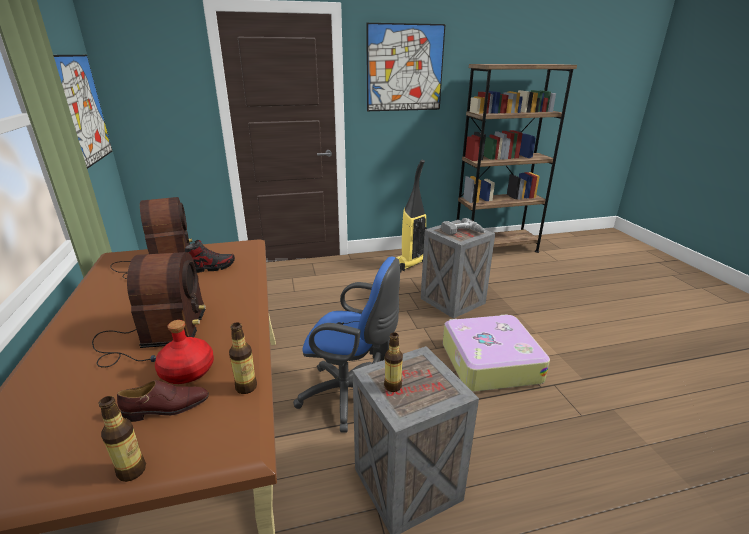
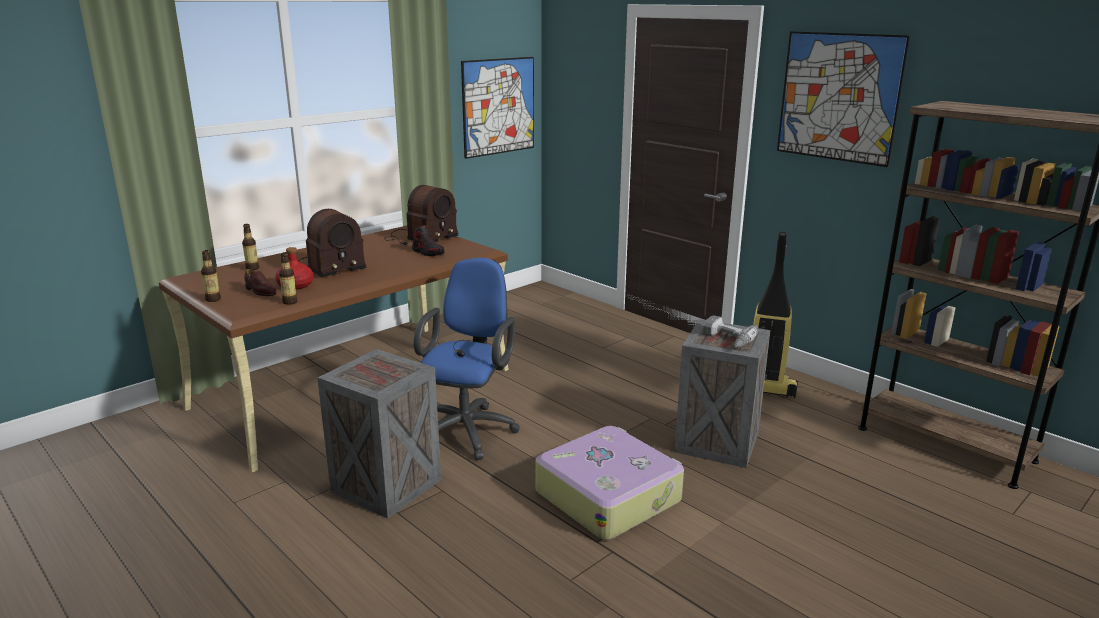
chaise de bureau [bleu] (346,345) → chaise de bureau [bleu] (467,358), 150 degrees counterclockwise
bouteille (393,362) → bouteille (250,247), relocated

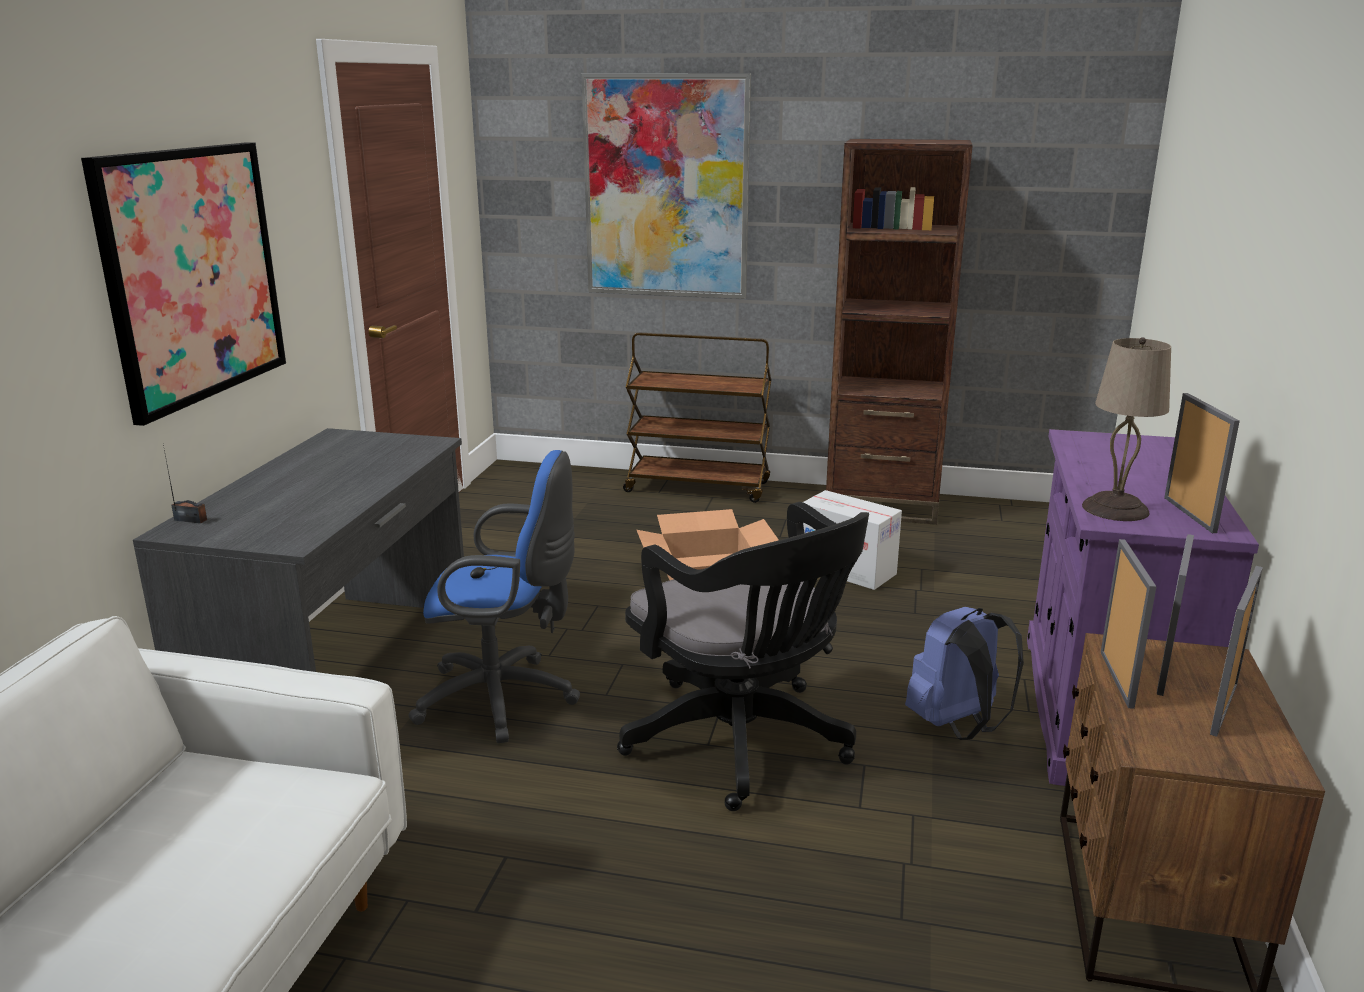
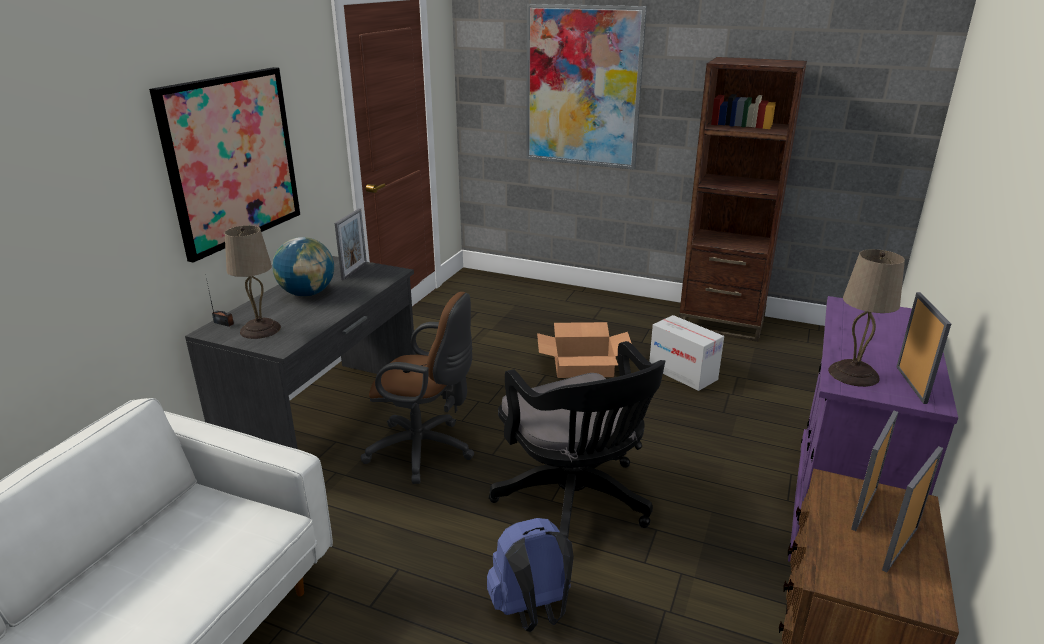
chaise de bureau [bleu] (494,596) → chaise de bureau [marron] (417,388)
chariot [marron] (697,418) → -
sac à dos [bleu] (964,673) → sac à dos [bleu] (530,575), relocated
cadre photo (1128,624) → cadre photo (351,244), relocated
- → lampe de table [beige] (253,282)
- → globe (303,266)

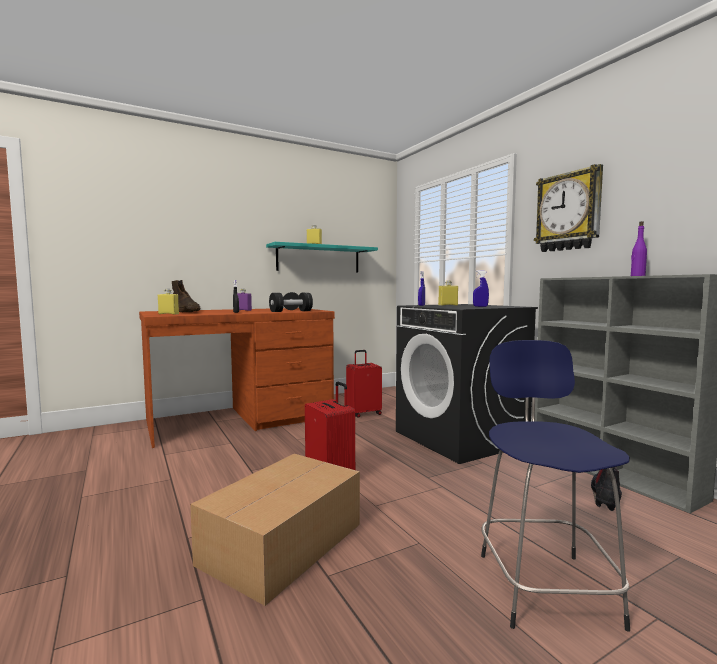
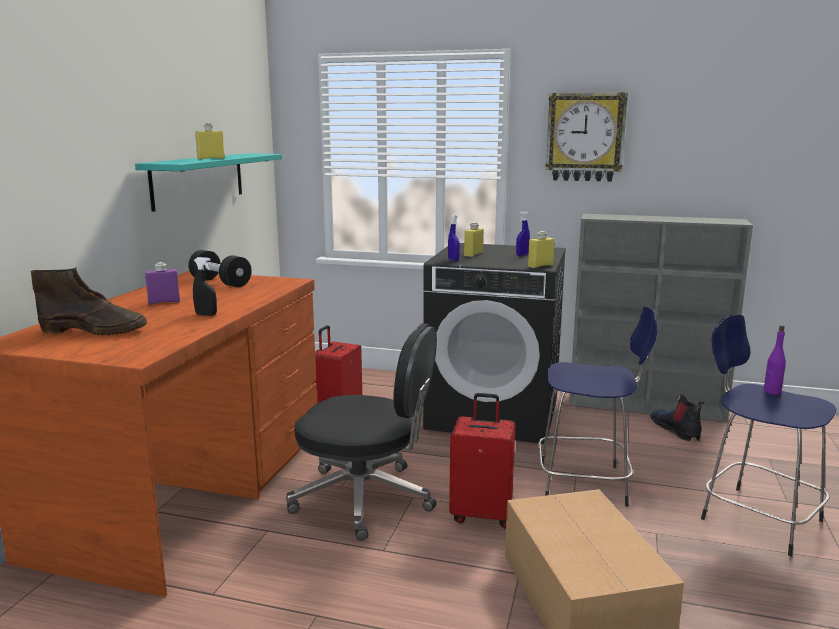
bouteille [jaune] (168,301) → bouteille [jaune] (541,249), relocated
haltère [noir] (291,302) → -
bouteille [violet] (639,248) → bouteille [violet] (774,360), relocated
- → chaise de bureau [noir] (361,432)
- → tabouret [bleu] (598,406)

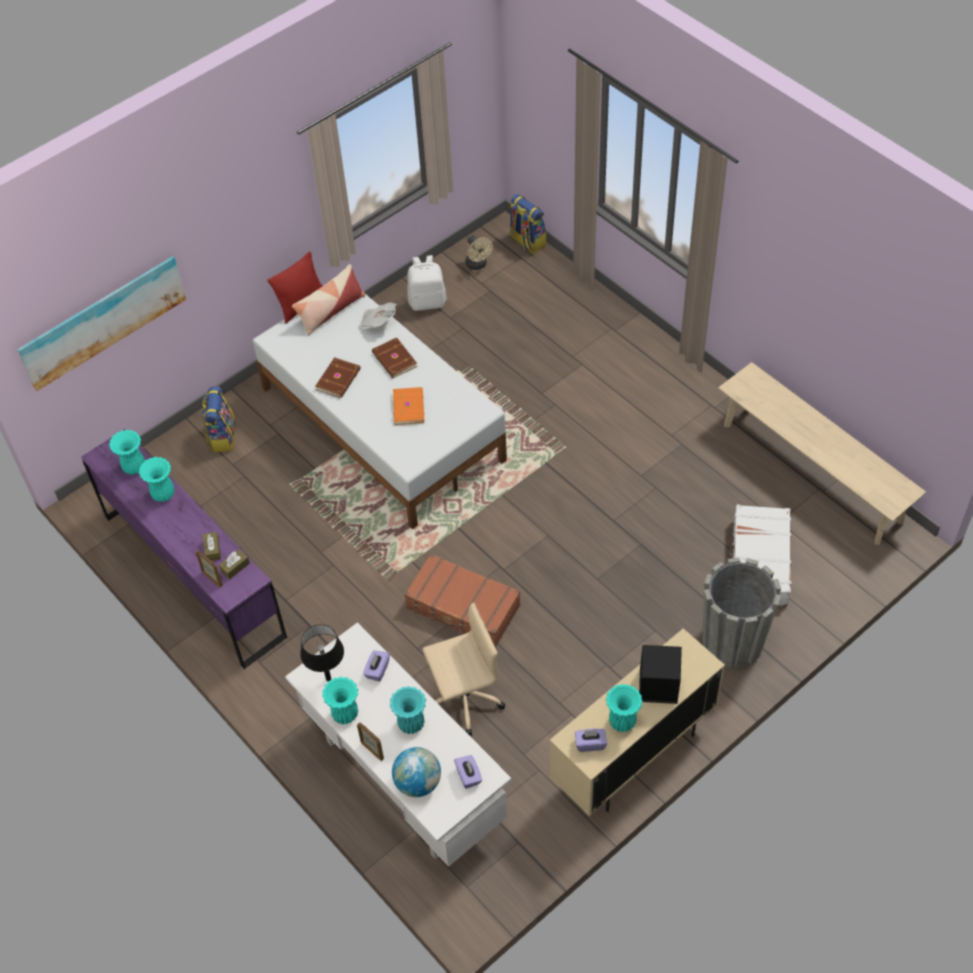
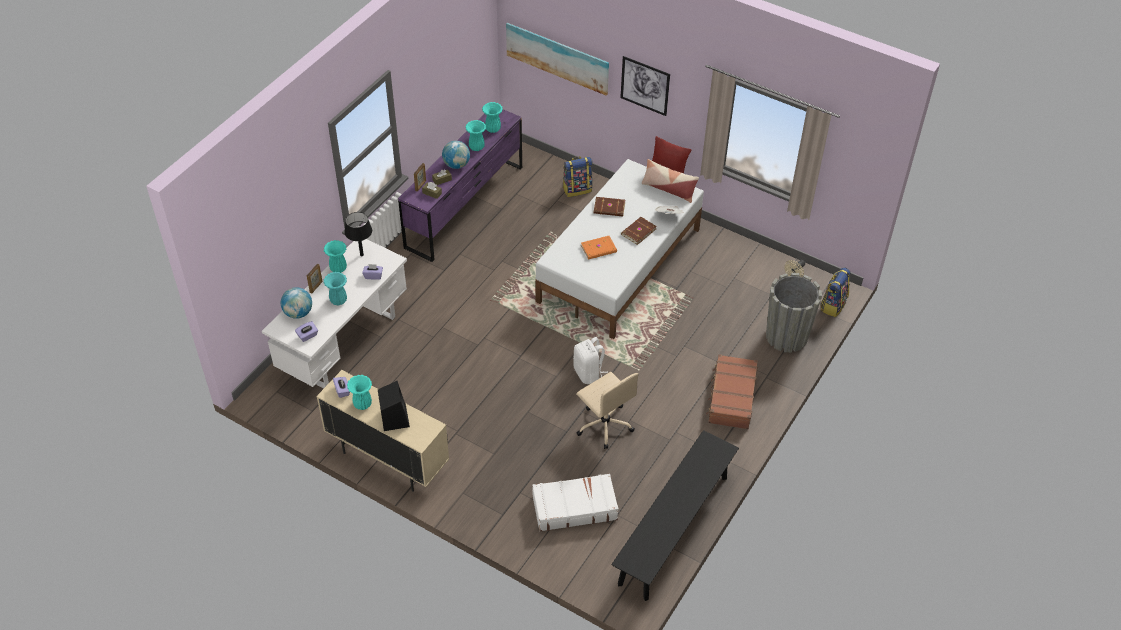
valise [marron] (462,600) → valise [marron] (732,391), relocated
sac à dos [blanc] (427,283) → sac à dos [blanc] (590,360), relocated
chaise de bureau [beige] (464,669) → chaise de bureau [beige] (607,410), relocated
cache-pot [gris] (741,612) → cache-pot [gris] (794,312), relocated
banc [beige] (822,453) → banc [noir] (675,515)
- → globe (456,155)
- → tableau (645,86)

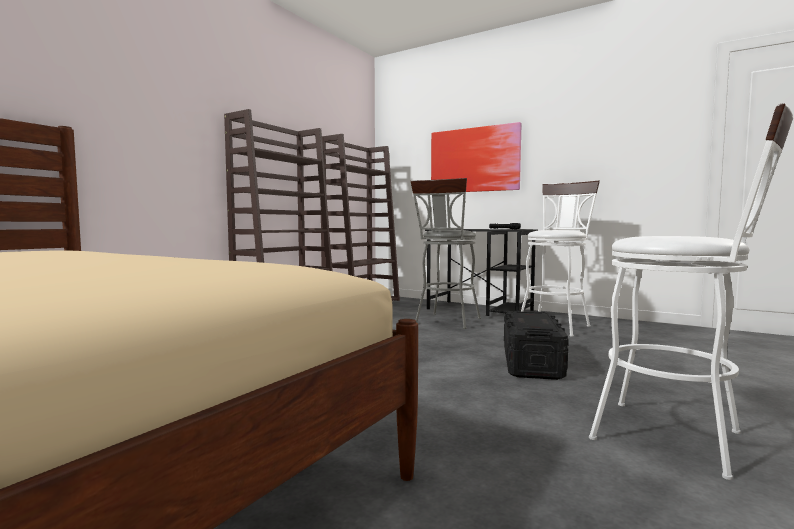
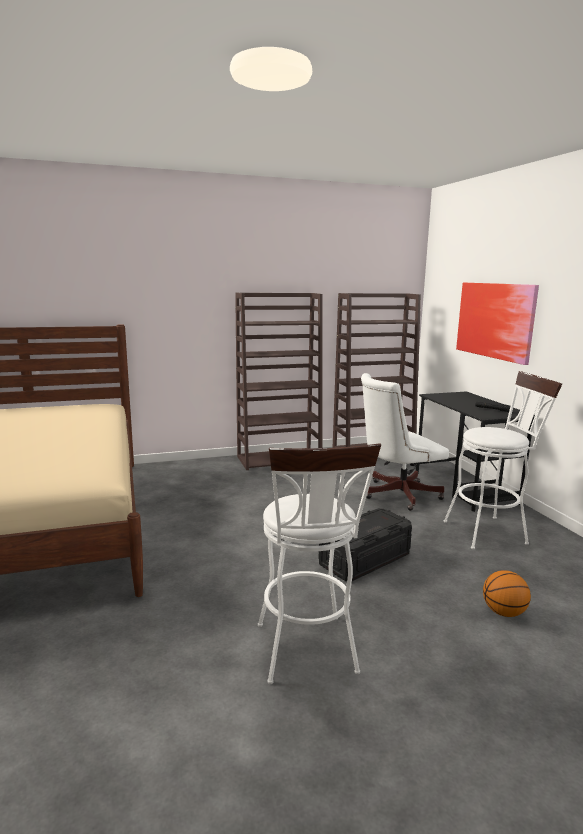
tabouret [gris] (446,253) → chaise de bureau [blanc] (405,442)
- → ballon de basket (507,593)

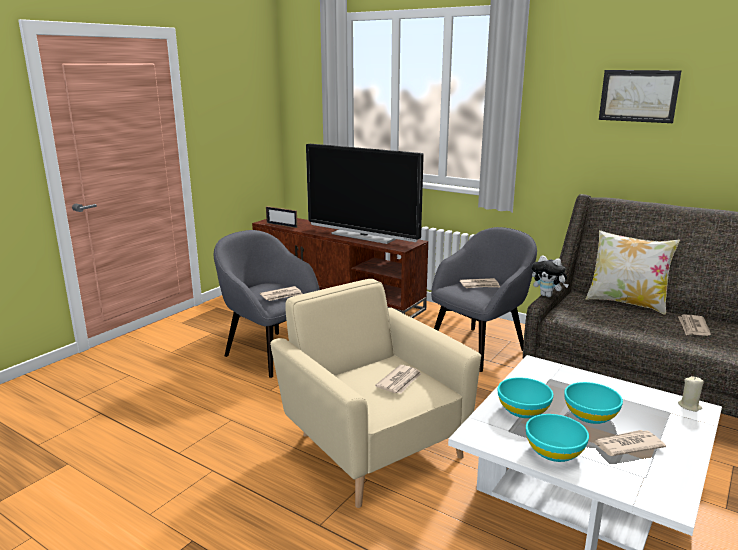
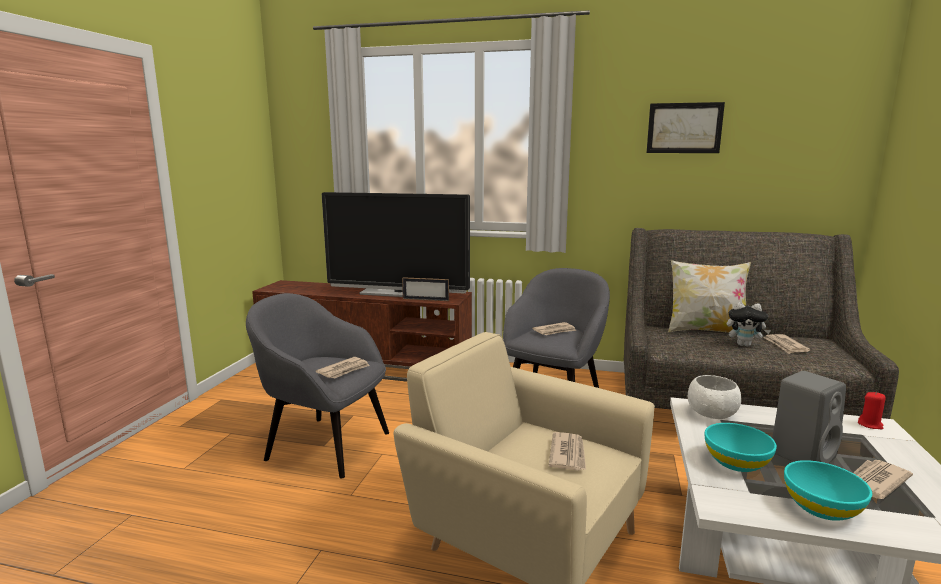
cadre photo (282,217) → cadre photo (425,289), relocated
peluche (550,276) → peluche (749,324), relocated
bol [turquoise] (593,403) → enceinte [gris] (809,417)
bougie [beige] (691,394) → bougie [rouge] (872,410)
- → bol [blanc] (715,397)

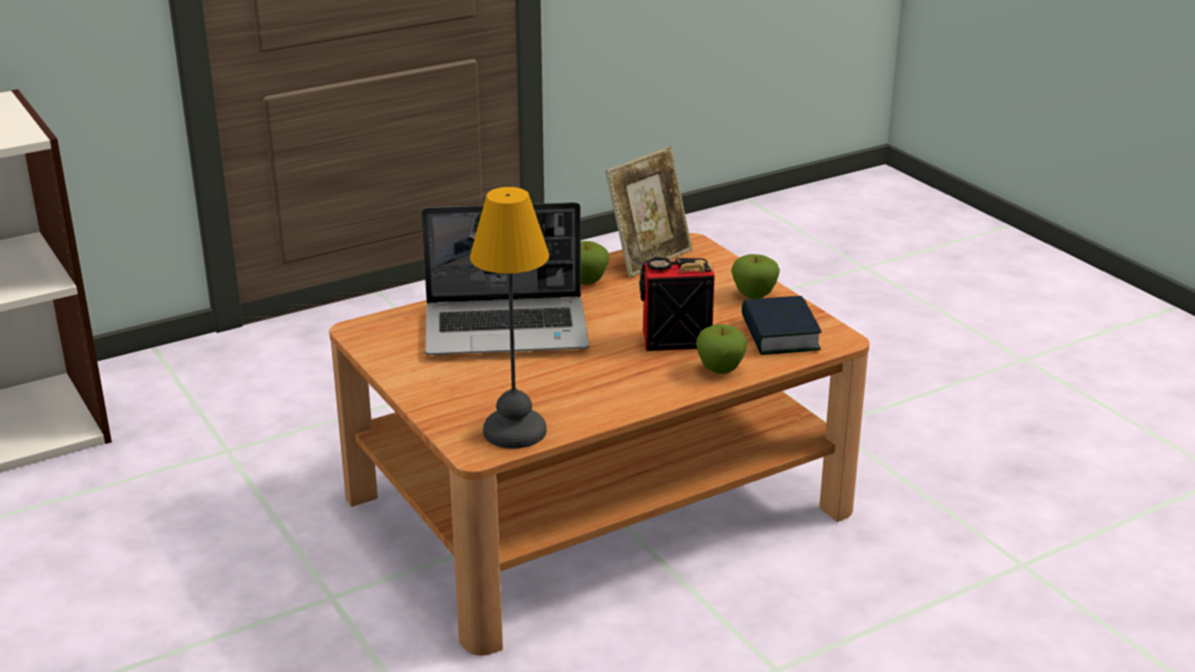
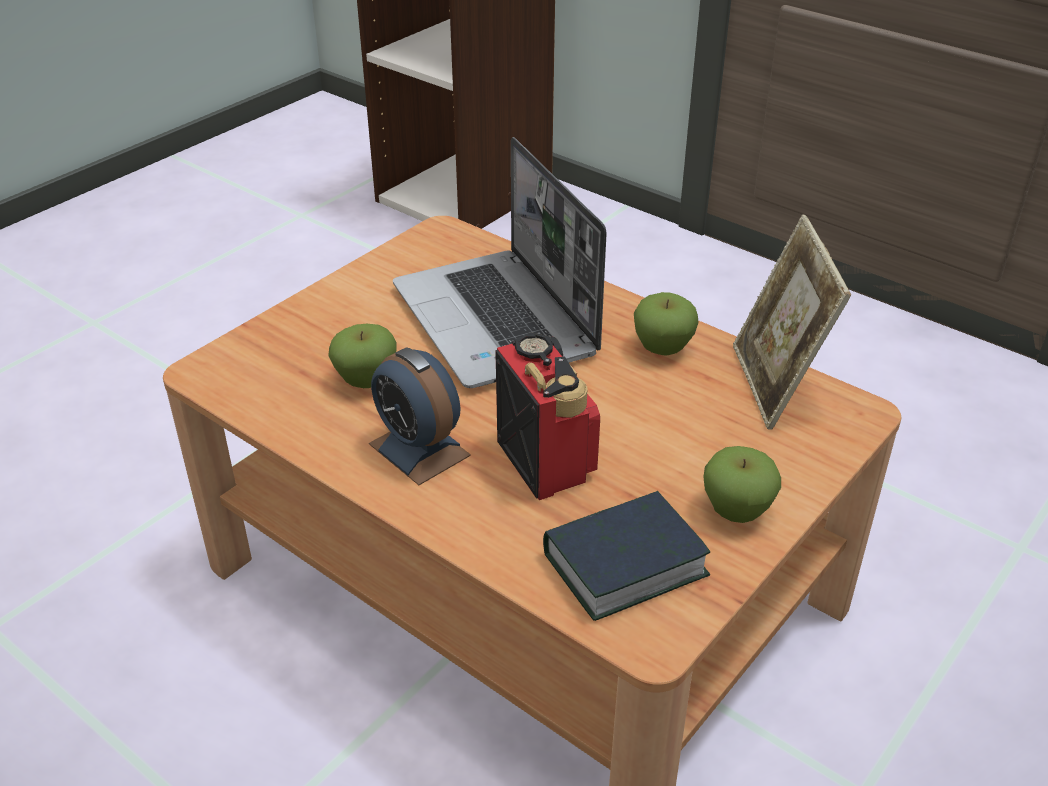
lampe de table (509,318) → -
cadre photo (648,212) → cadre photo (792,322), 60 degrees clockwise
pomme (722,349) → pomme (362,356), relocated
- → réveil (420,416)

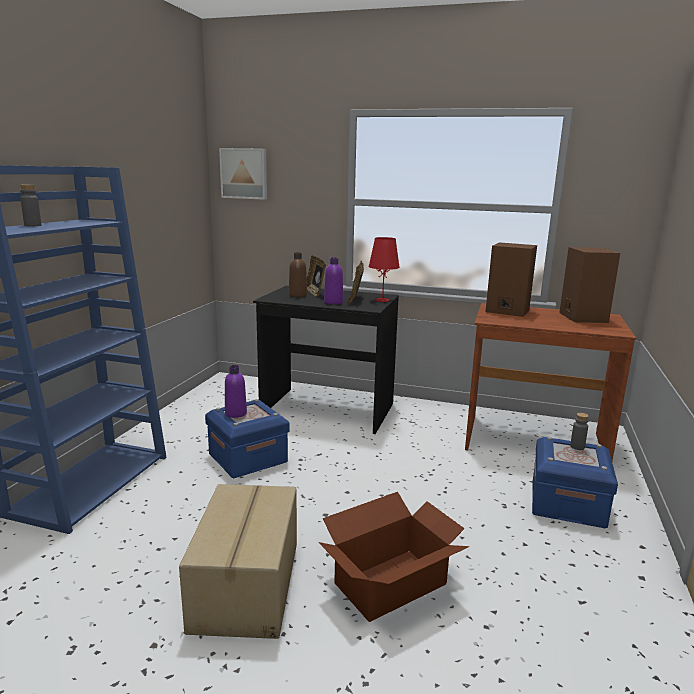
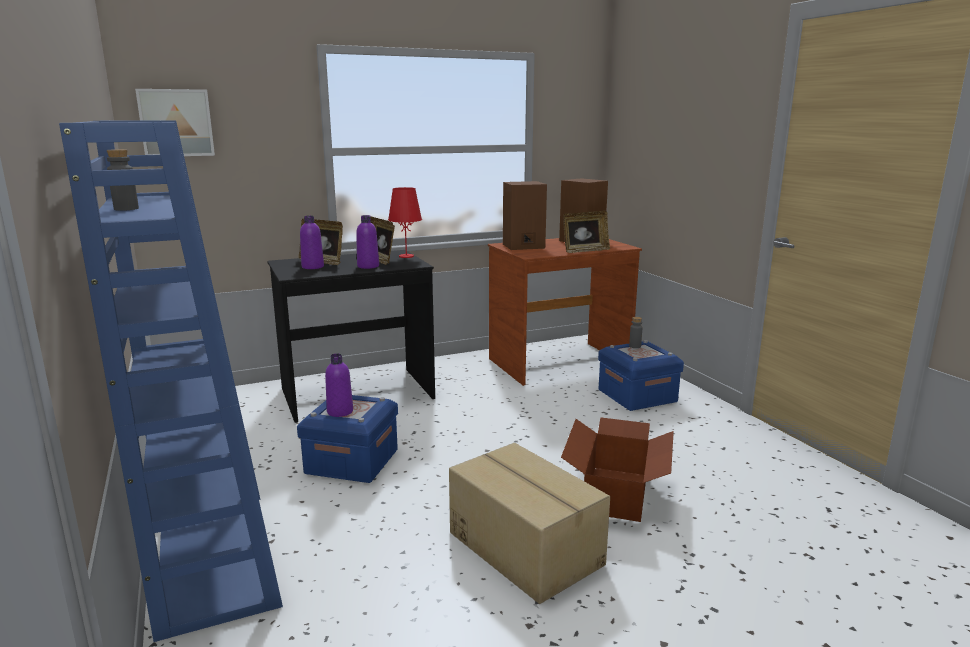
bouteille [marron] (298,275) → bouteille [violet] (312,242)
- → cadre photo (586,232)

